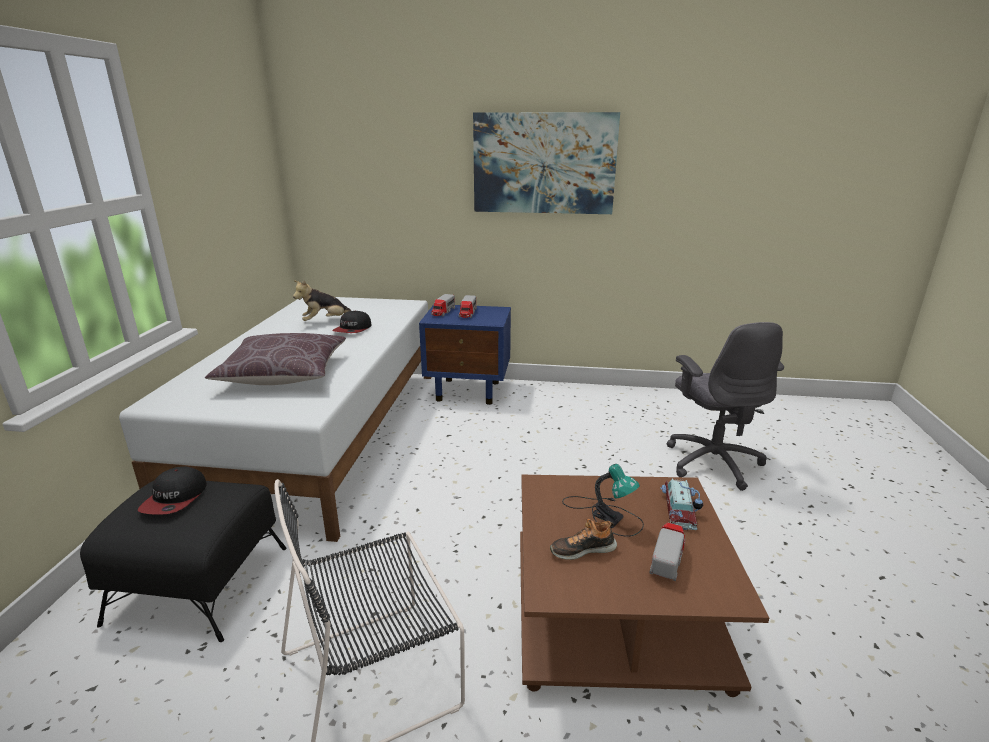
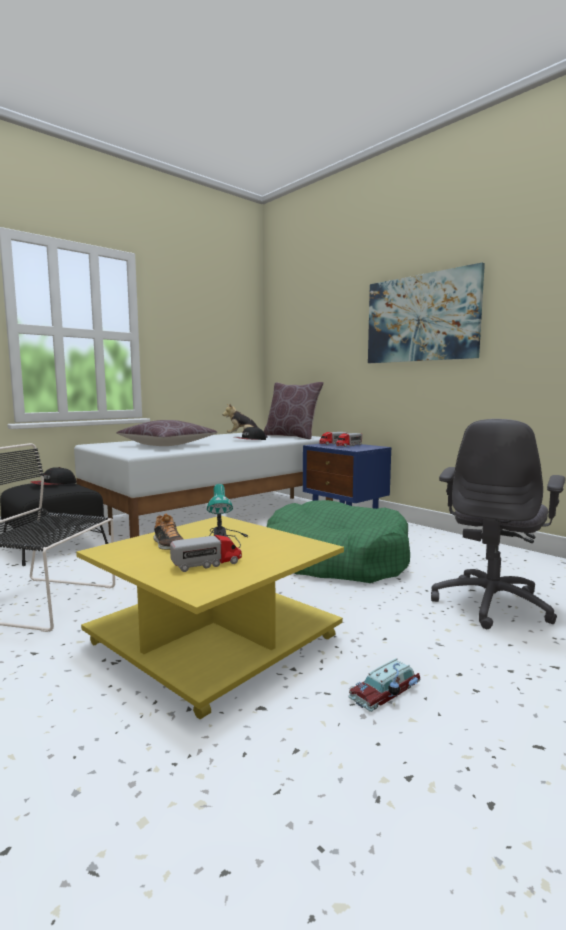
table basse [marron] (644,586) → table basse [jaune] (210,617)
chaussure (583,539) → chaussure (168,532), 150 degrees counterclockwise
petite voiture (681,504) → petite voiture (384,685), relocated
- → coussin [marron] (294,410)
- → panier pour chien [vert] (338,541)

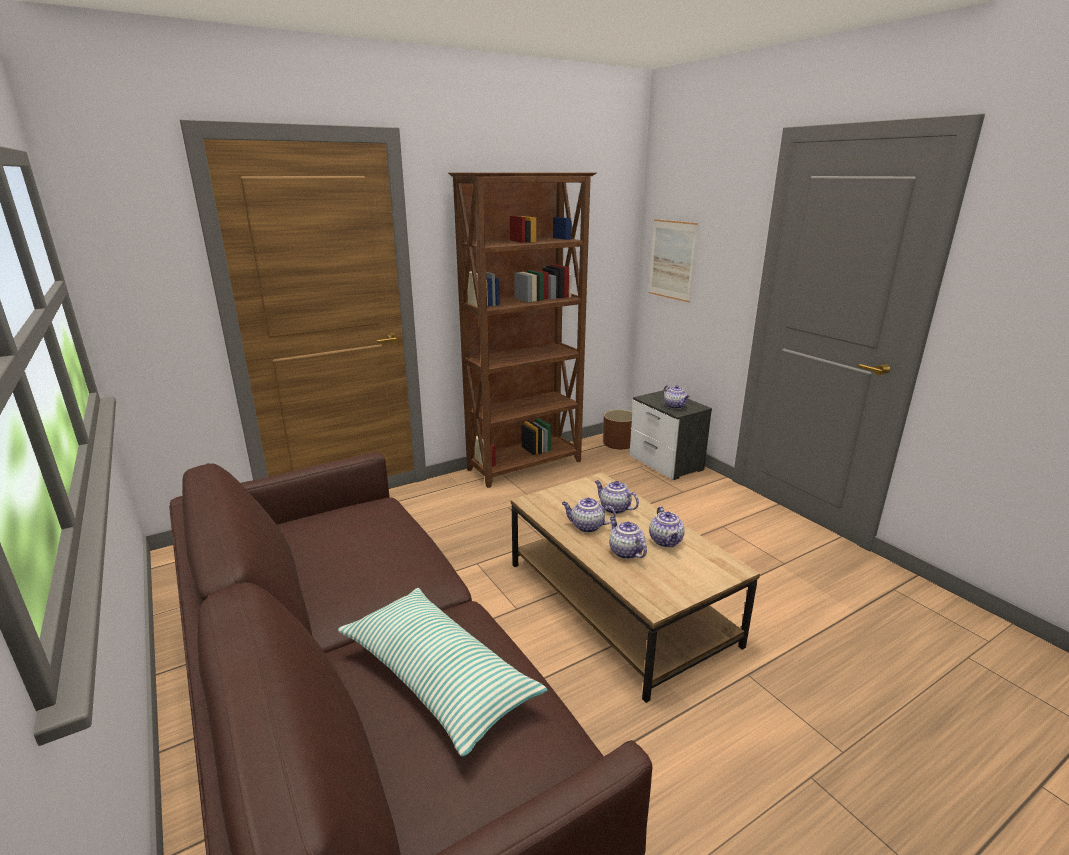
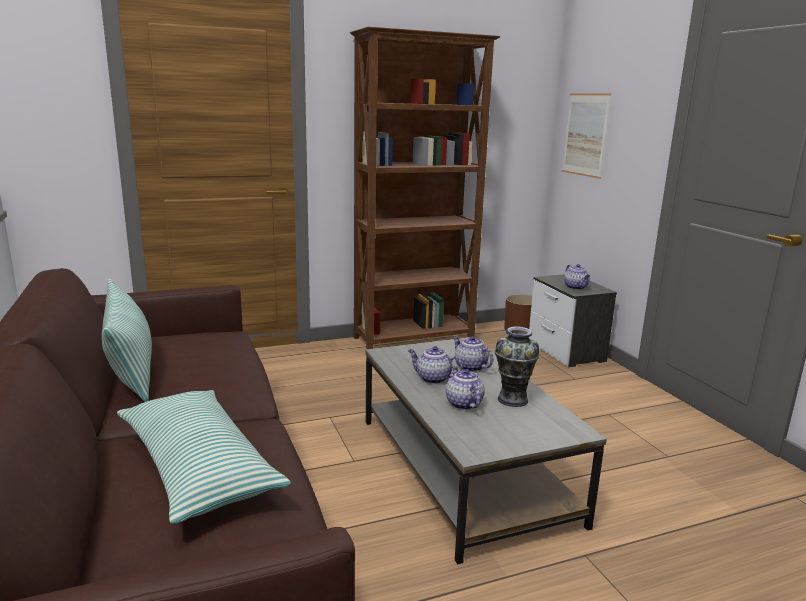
table basse [marron] (635,587) → table basse [gris] (486,450)
théière (667,526) → vase (517,367)
- → coussin (127,340)

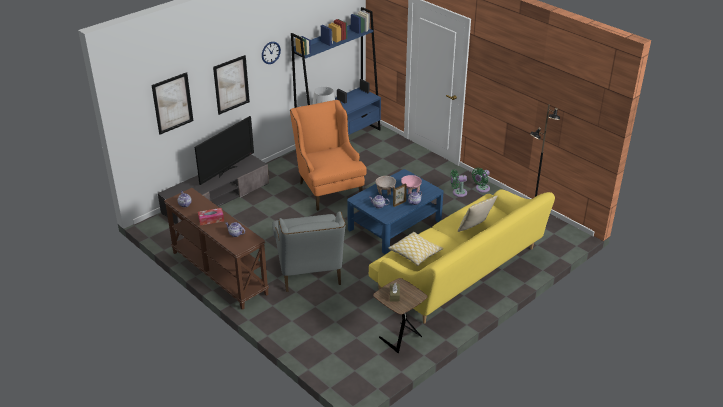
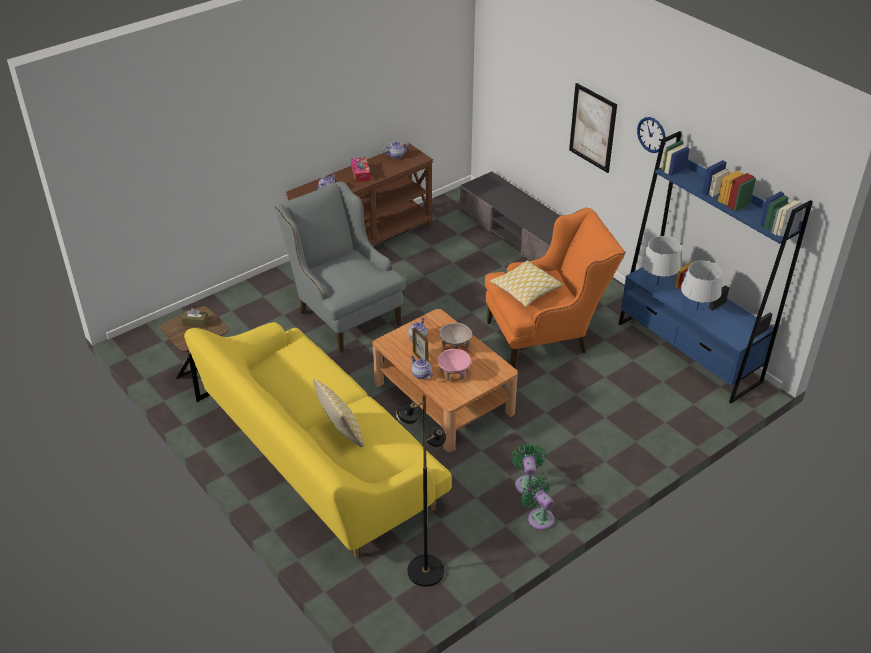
tableau (172,103) → -
téléviseur (224,150) → -
fauteuil [gris] (308,251) → fauteuil [gris] (340,267), 60 degrees clockwise
table basse [bleu] (395,211) → table basse [marron] (445,380)
coussin (415,249) → coussin (526,283), relocated
- → lampe de table [gris] (701,285)

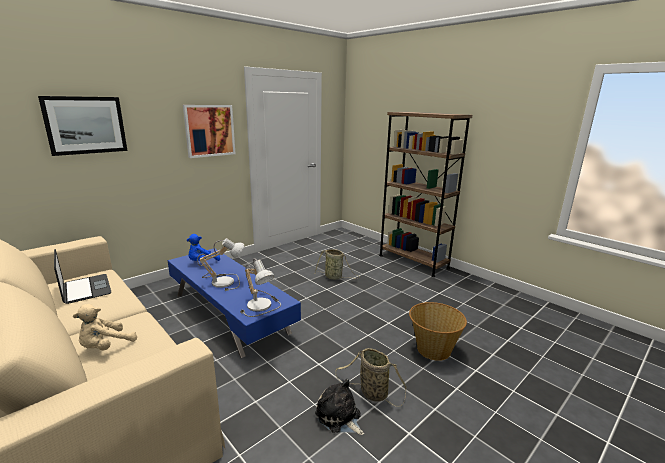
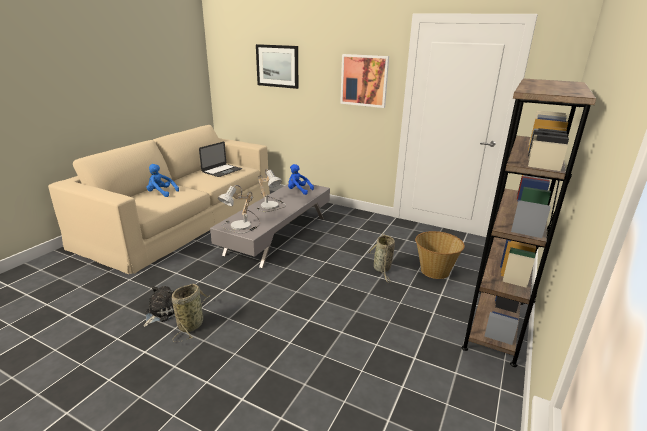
peluche [beige] (105,327) → peluche [bleu] (163,180)
table basse [bleu] (234,303) → table basse [gris] (270,225)
panier (438,331) → panier (440,255), relocated

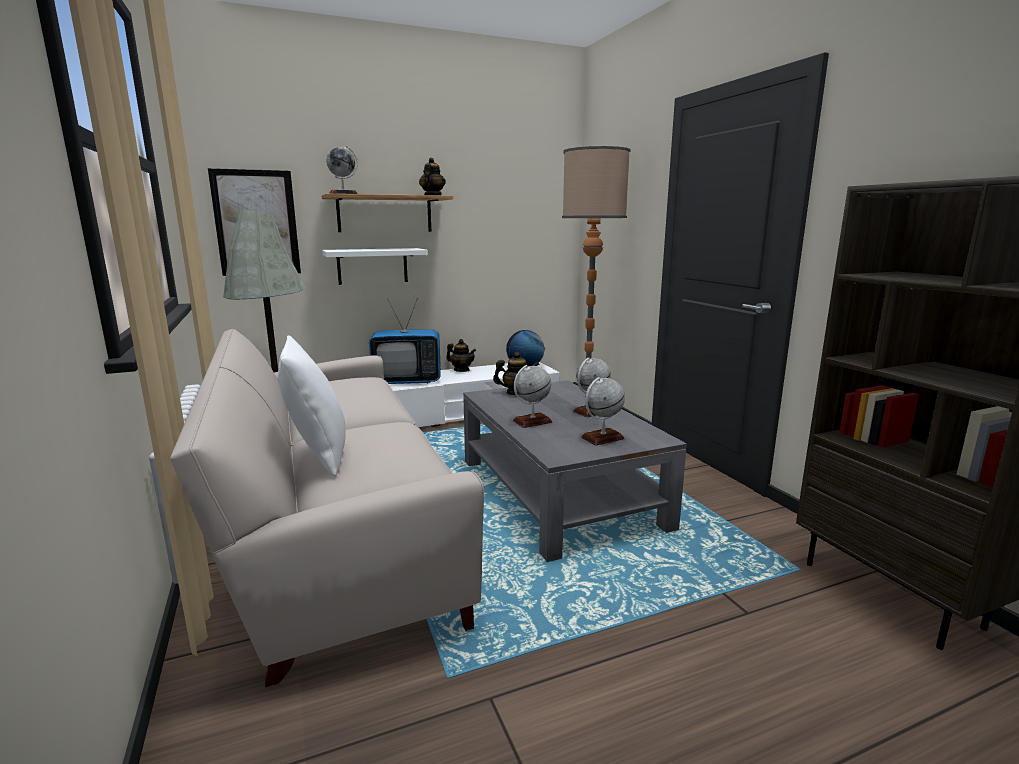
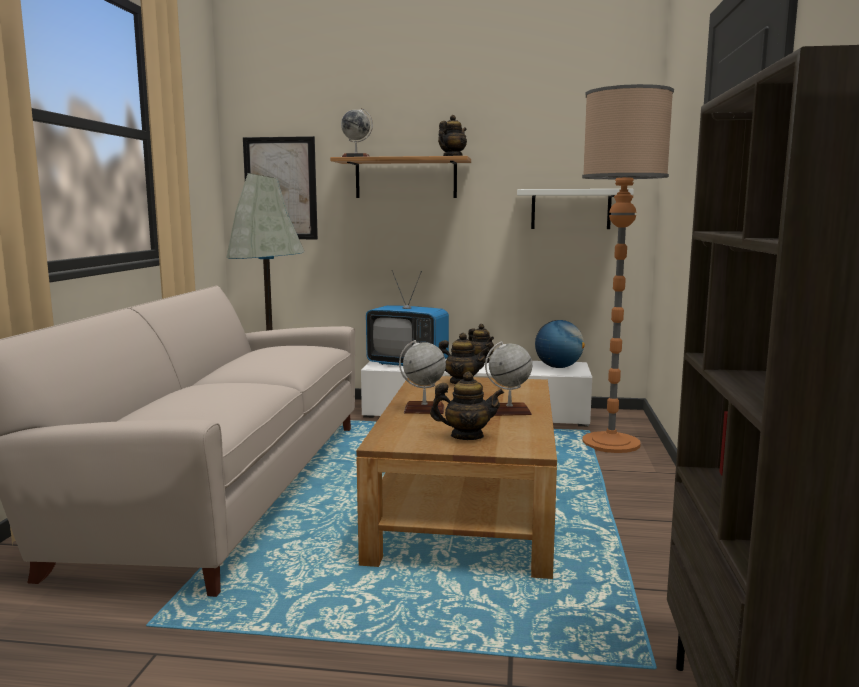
coussin [blanc] (311,406) → -
étagère [blanc] (375,266) → étagère [blanc] (575,209), relocated
table basse [gris] (575,471) → table basse [marron] (456,477)
globe (603,411) → théière (467,405)

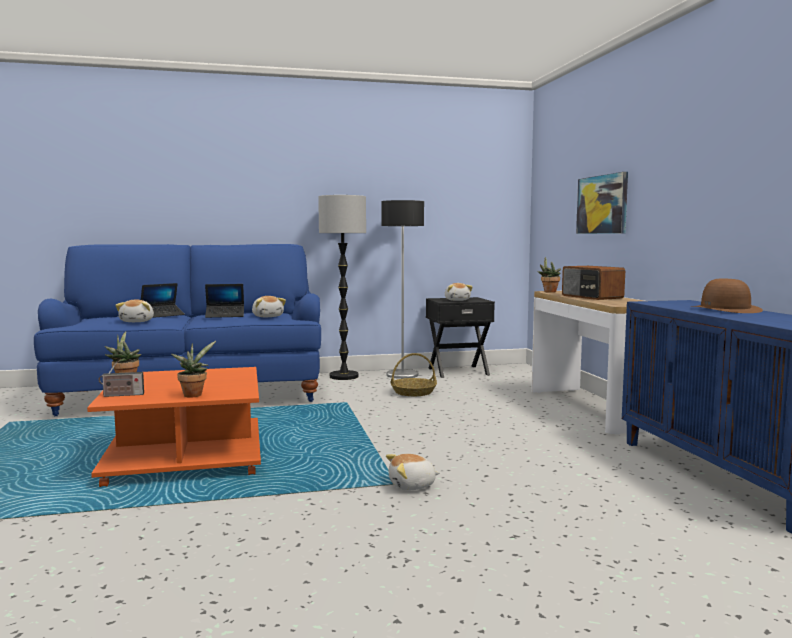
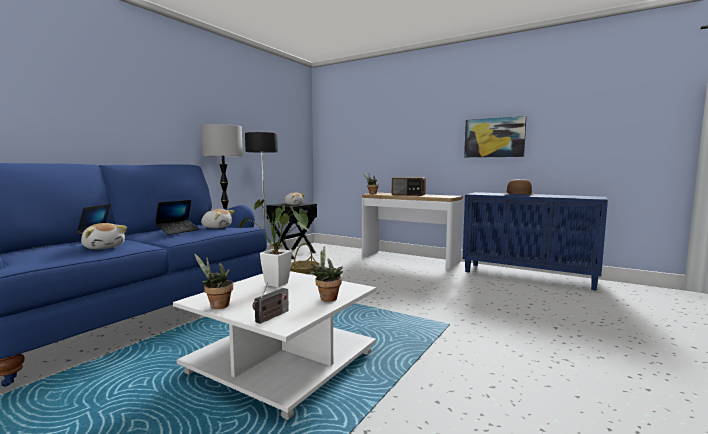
table basse [orange] (174,427) → table basse [blanc] (274,345)
peluche (413,472) → -
tableau (602,203) → tableau (495,137), relocated
- → plante en pot (275,243)

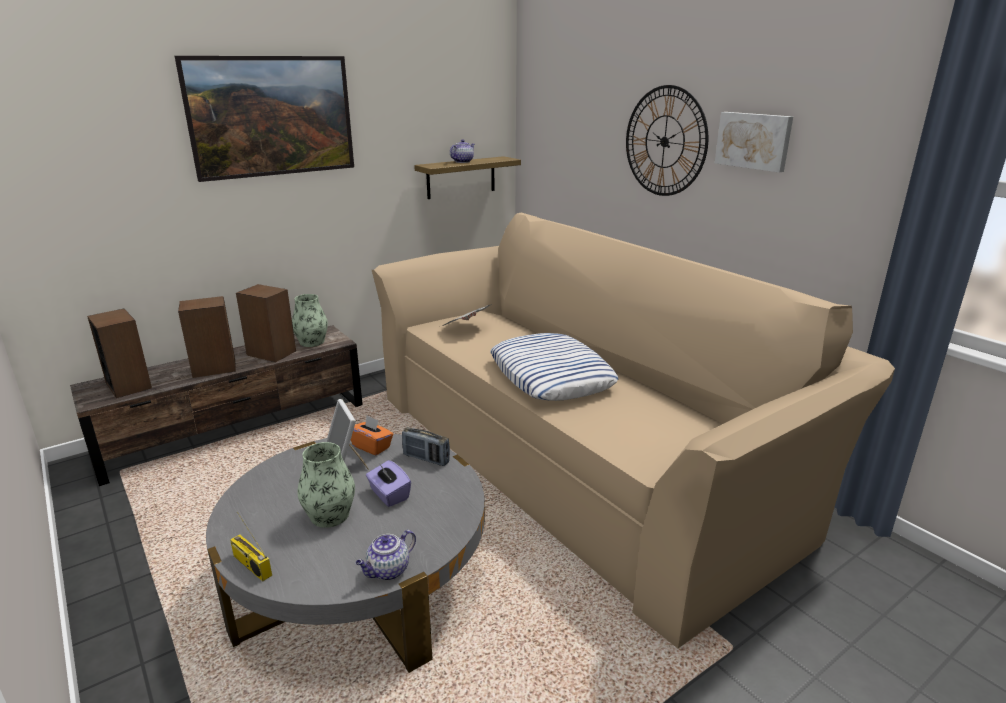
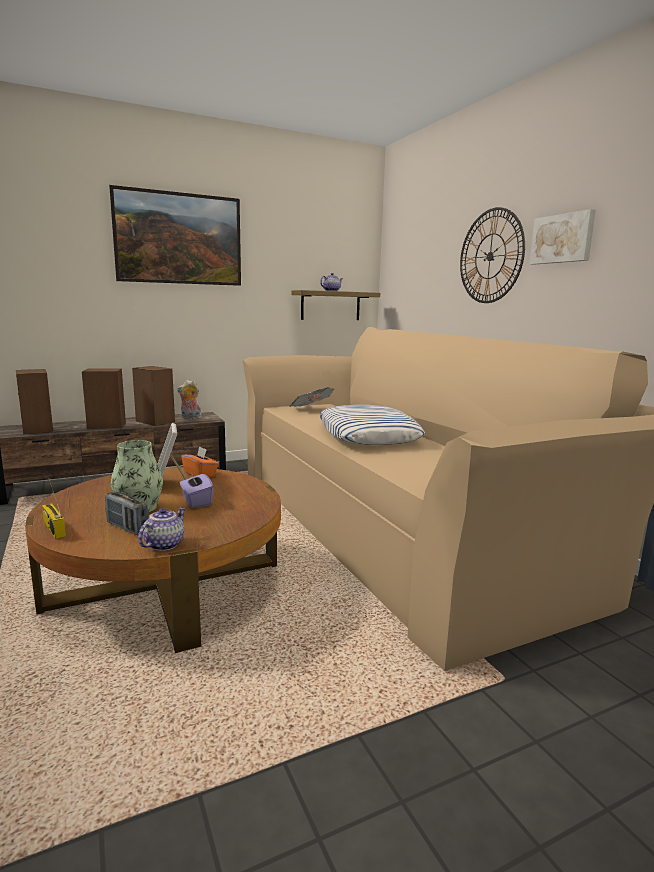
table basse [gris] (345,553) → table basse [marron] (153,560)
vase (310,320) → peluche (189,399)
théière (386,555) → théière (162,529), 150 degrees clockwise
radio (426,446) → radio (127,513), relocated

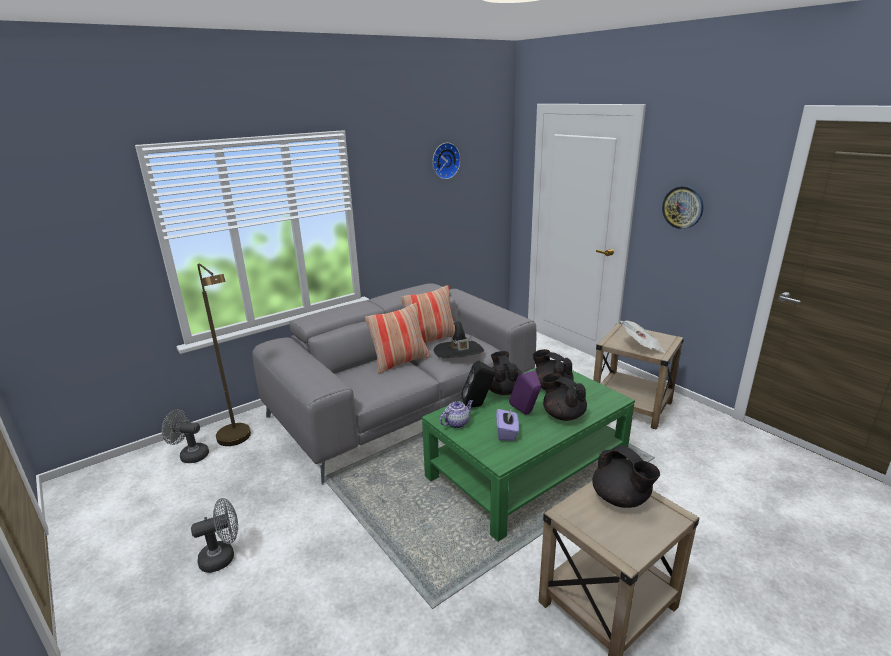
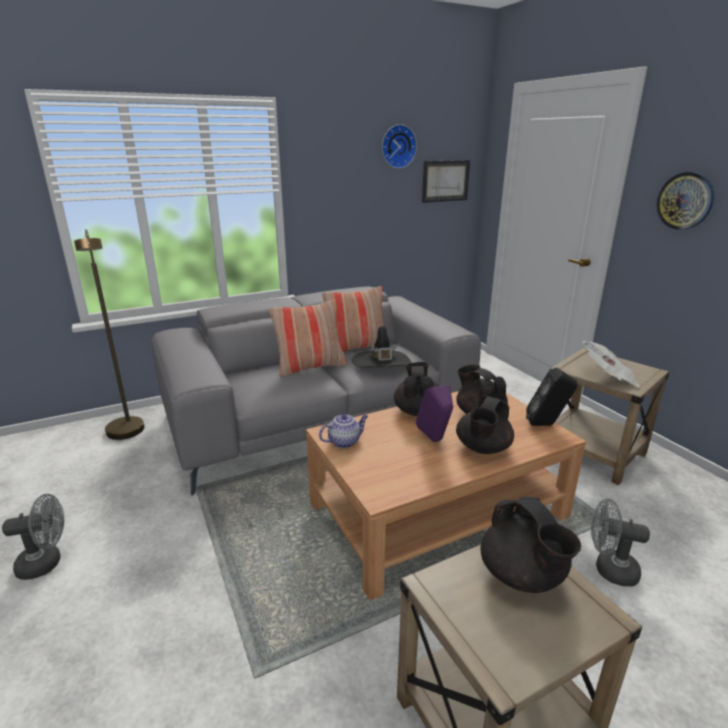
ventilateur [gris] (185,436) → ventilateur [gris] (620,543), relocated
table basse [vert] (528,454) → table basse [marron] (446,496)
enceinte [noir] (478,384) → enceinte [noir] (552,397), relocated
boîte à mouchoirs [violet] (507,424) → -
théière [noir] (564,397) → théière [noir] (485,424), 120 degrees counterclockwise
- → tableau (446,181)

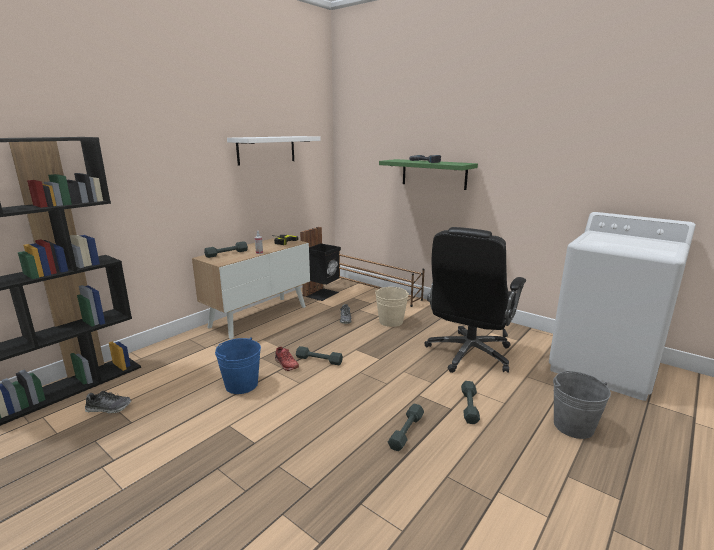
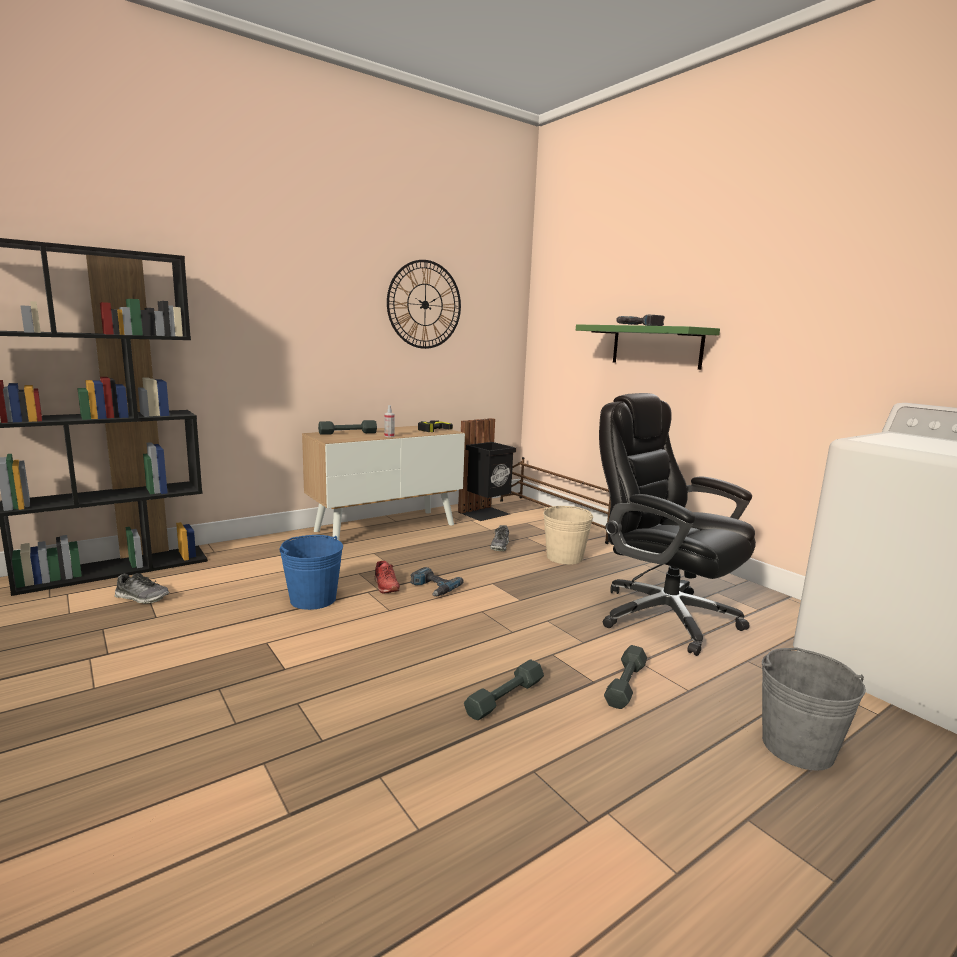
étagère [blanc] (274,151) → horloge murale (424,304)
haltère [gris] (319,355) → perceuse (437,581)
chaise de bureau [noir] (475,300) → chaise de bureau [noir] (677,524), 90 degrees clockwise

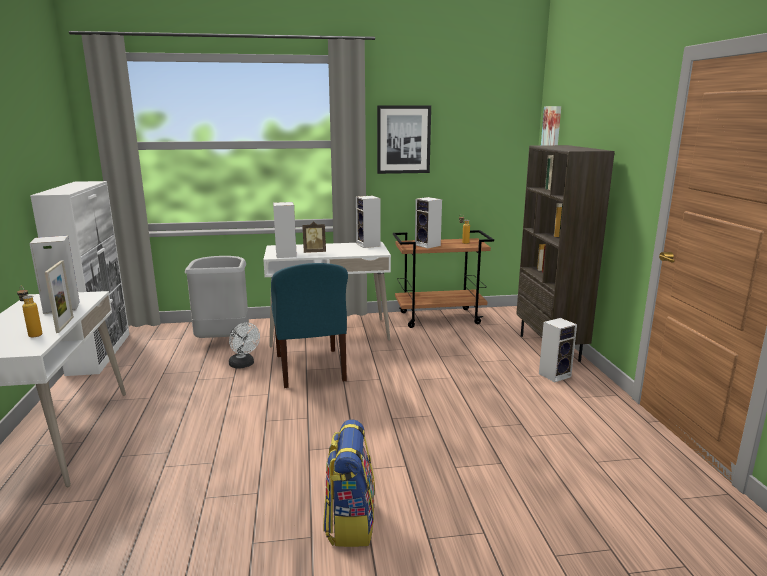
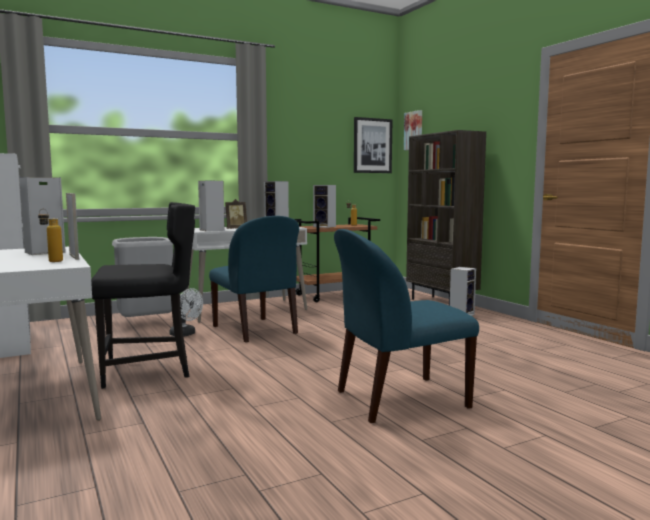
sac à dos (349,483) → chaise [bleu] (406,326)
tableau (404,139) → tableau (373,145), relocated
- → chaise [noir] (143,295)

